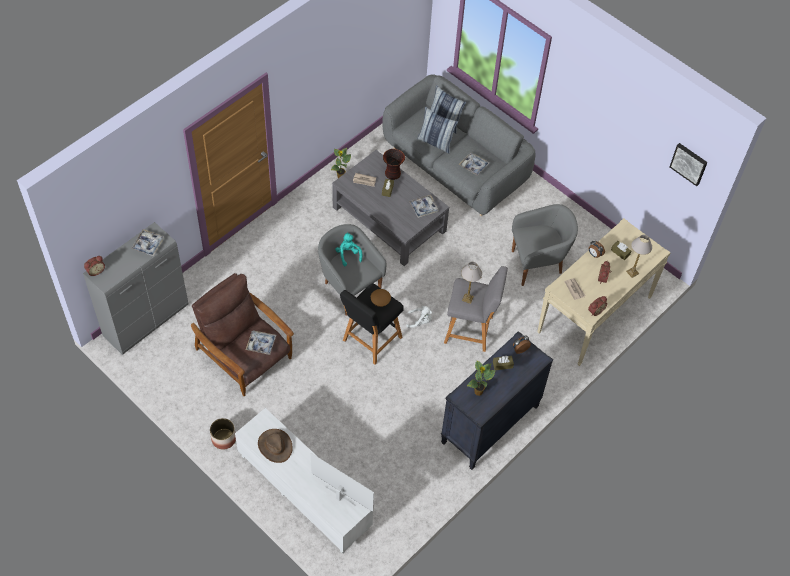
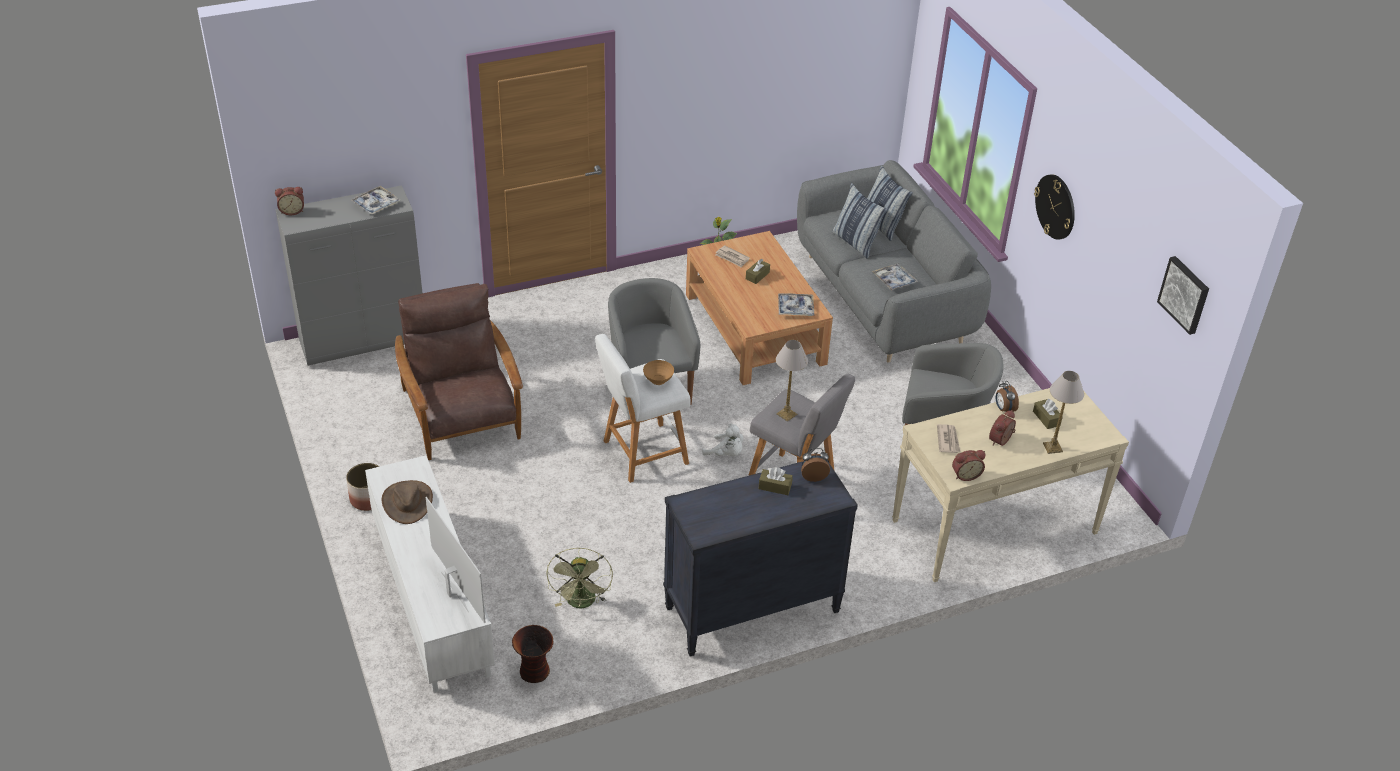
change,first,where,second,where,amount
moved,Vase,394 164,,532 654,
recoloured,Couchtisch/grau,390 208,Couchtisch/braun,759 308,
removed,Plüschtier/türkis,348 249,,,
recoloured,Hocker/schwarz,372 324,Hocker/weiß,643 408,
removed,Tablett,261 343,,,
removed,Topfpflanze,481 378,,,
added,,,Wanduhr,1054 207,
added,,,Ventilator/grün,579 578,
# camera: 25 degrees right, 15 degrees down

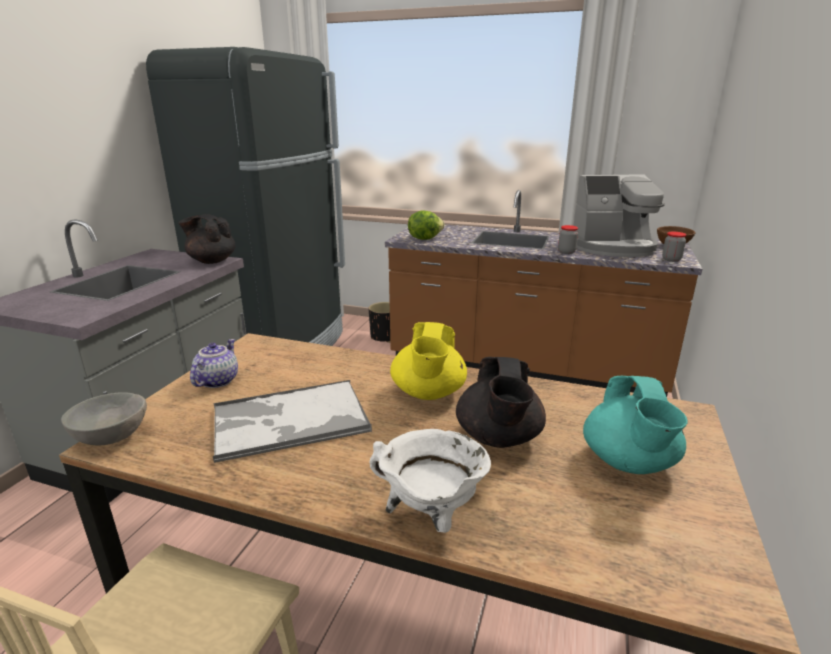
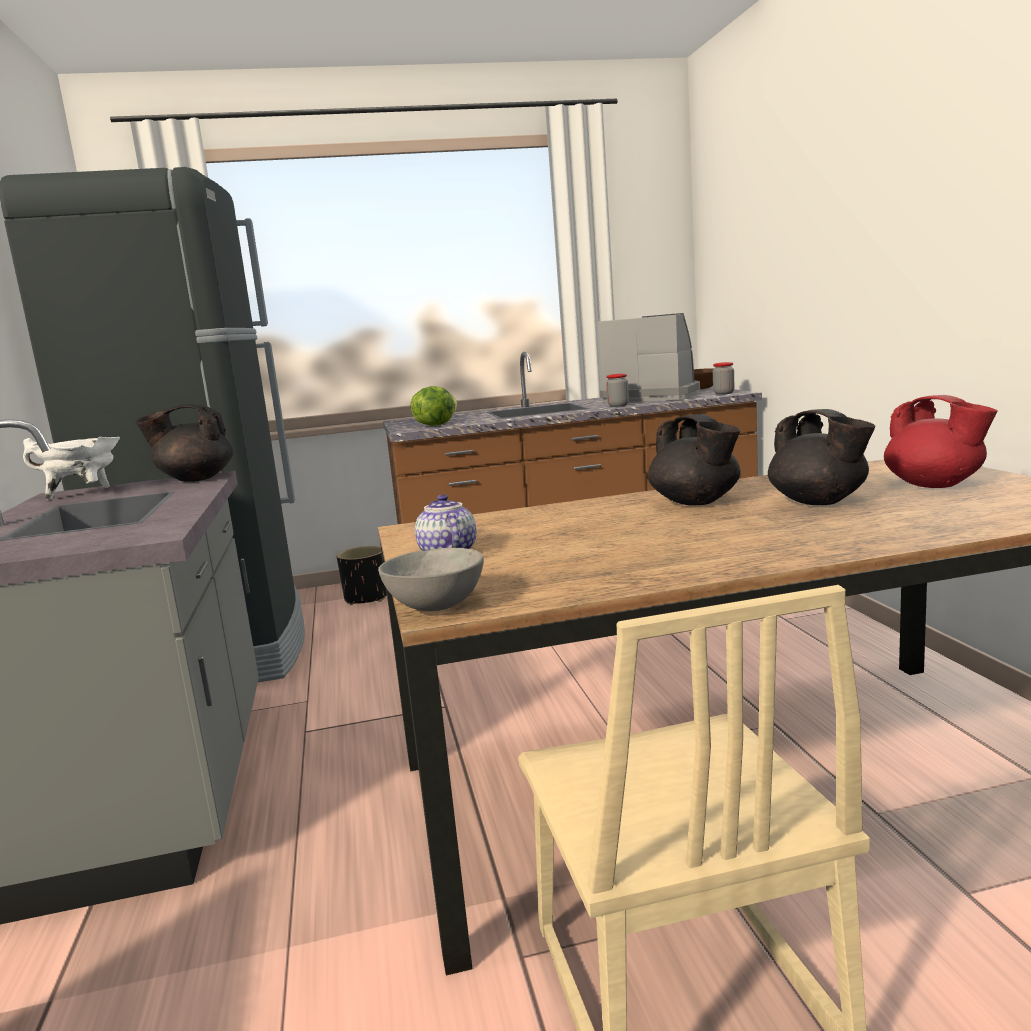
change,first,where,second,where,amount
turned,Kaffeemaschine,619 216,,649 358,120 degrees counterclockwise
recoloured,Teekanne/gelb,428 361,Teekanne/schwarz,694 459,
recoloured,Teekanne/türkis,635 425,Teekanne/rot,941 441,
removed,Tablett,292 421,,,
moved,Kochtopf/weiß,430 481,,71 468,
# camera: 30 degrees left, 10 degrees down

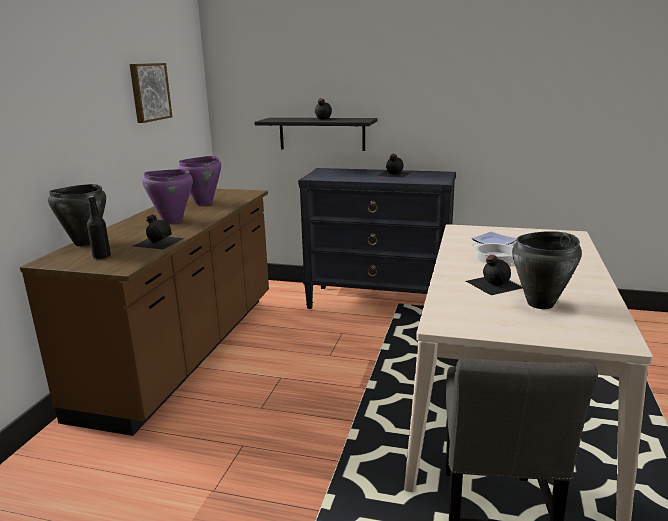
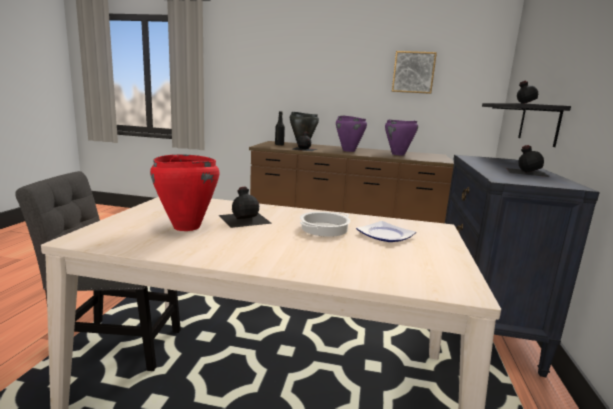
change,first,where,second,where,amount
recoloured,Kochtopf/schwarz,547 270,Kochtopf/rot,184 192,
# camera: 85 degrees right, 5 degrees down

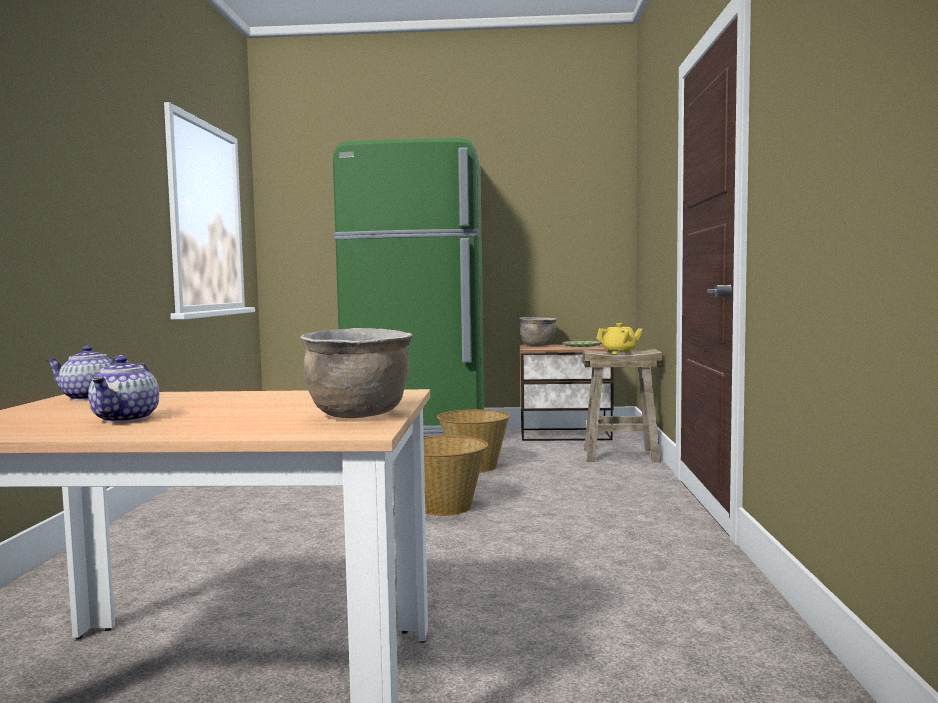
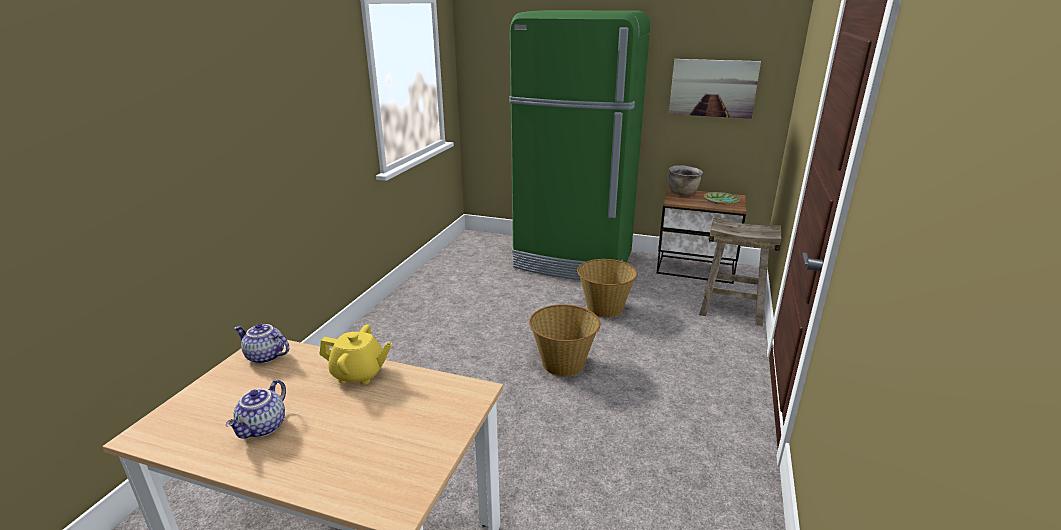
change,first,where,second,where,amount
moved,Teekanne/gelb,619 338,,355 354,
removed,Kochtopf/braun,356 373,,,
added,,,Bild,715 89,
# camera: 15 degrees right, 20 degrees up

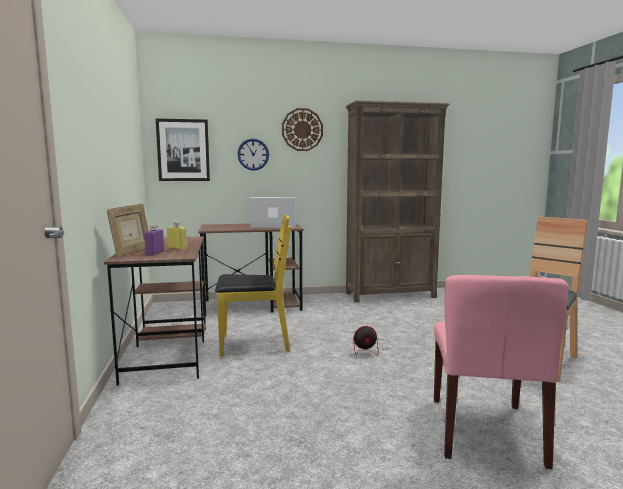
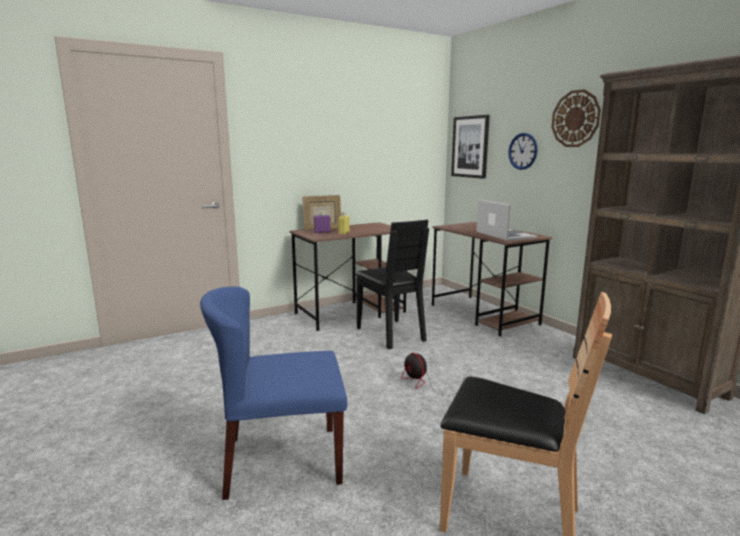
change,first,where,second,where,amount
recoloured,Stuhl/gelb,253 285,Stuhl/schwarz,392 284,
recoloured,Stuhl/rosa,501 372,Stuhl/blau,273 393,
# camera: 70 degrees right, 5 degrees up

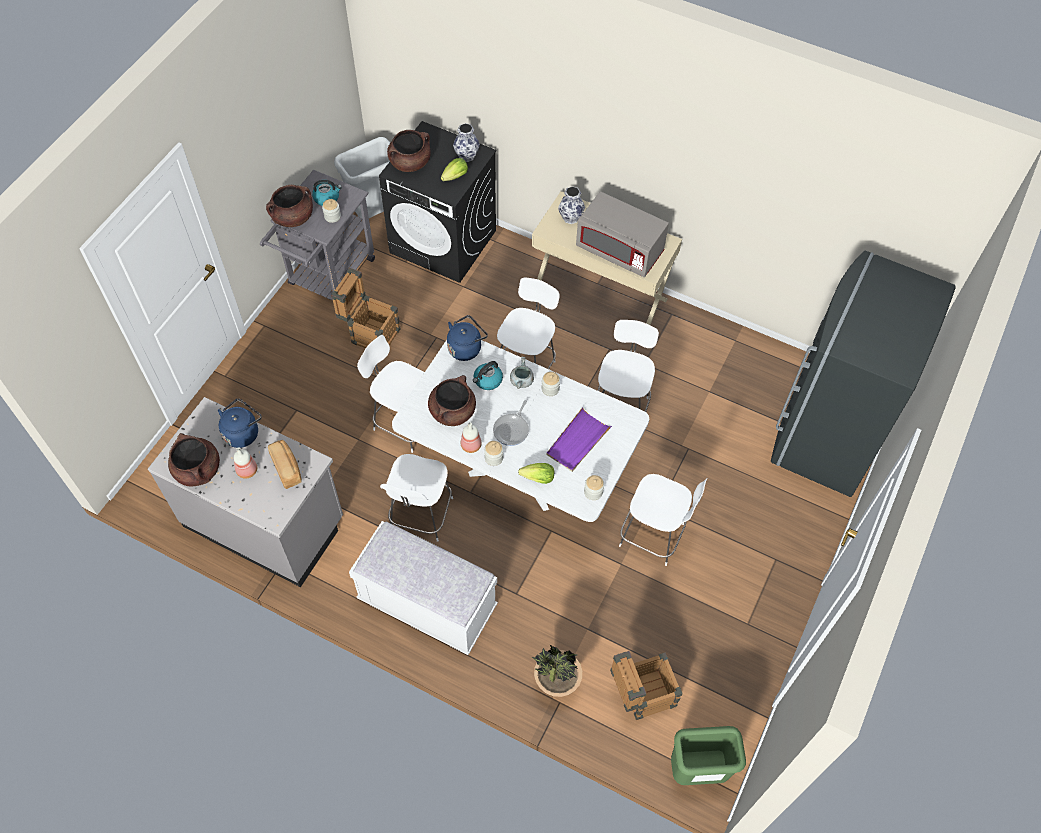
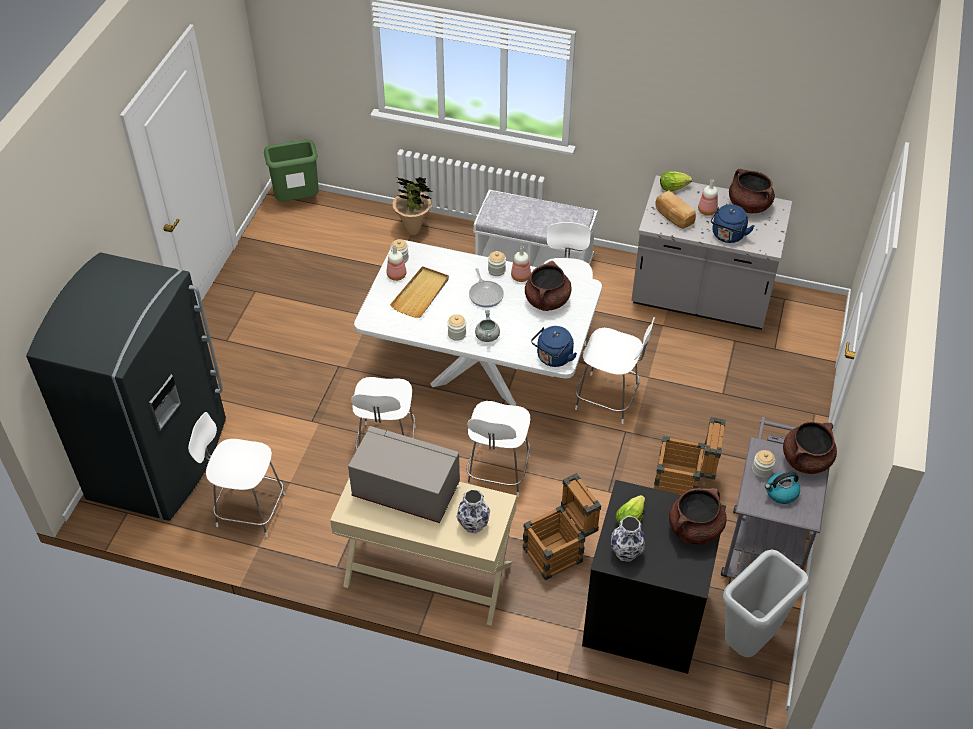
change,first,where,second,where,amount
removed,Wasserkessel,488 375,,,
turned,Pfanne,511 423,,486 288,150 degrees clockwise
recoloured,Tablett/lila,579 439,Tablett/beige,419 292,
moved,Salatkopf,536 473,,676 181,
moved,Stuhl/weiß,663 520,,236 474,
moved,Kiste,646 685,,562 527,
added,,,Flasche,396 263,
# camera: 170 degrees right, 10 degrees down

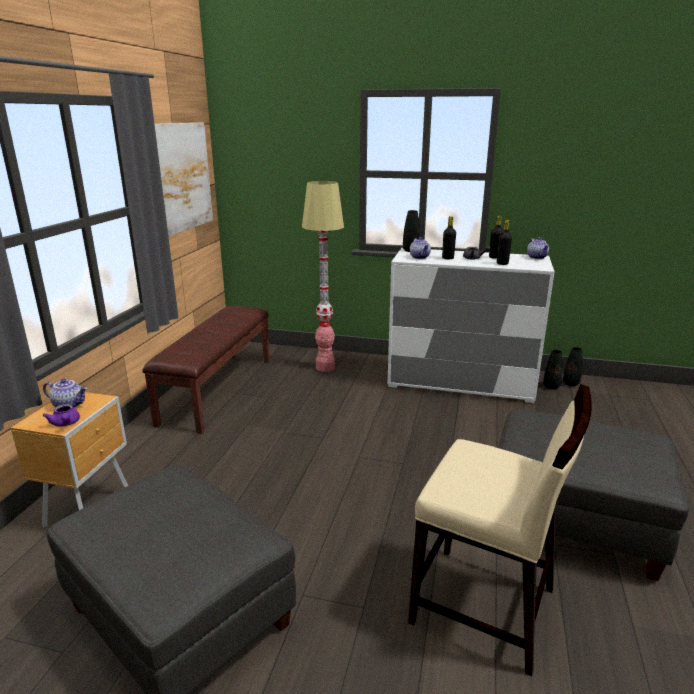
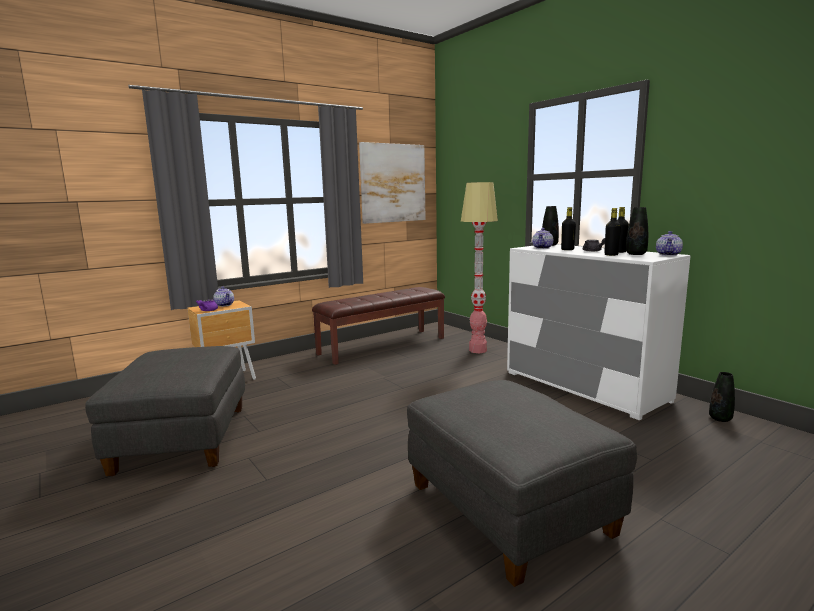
change,first,where,second,where,amount
moved,Vase/schwarz,553 369,,637 231,
removed,Stuhl/beige,500 530,,,
# camera: 40 degrees right, 10 degrees down

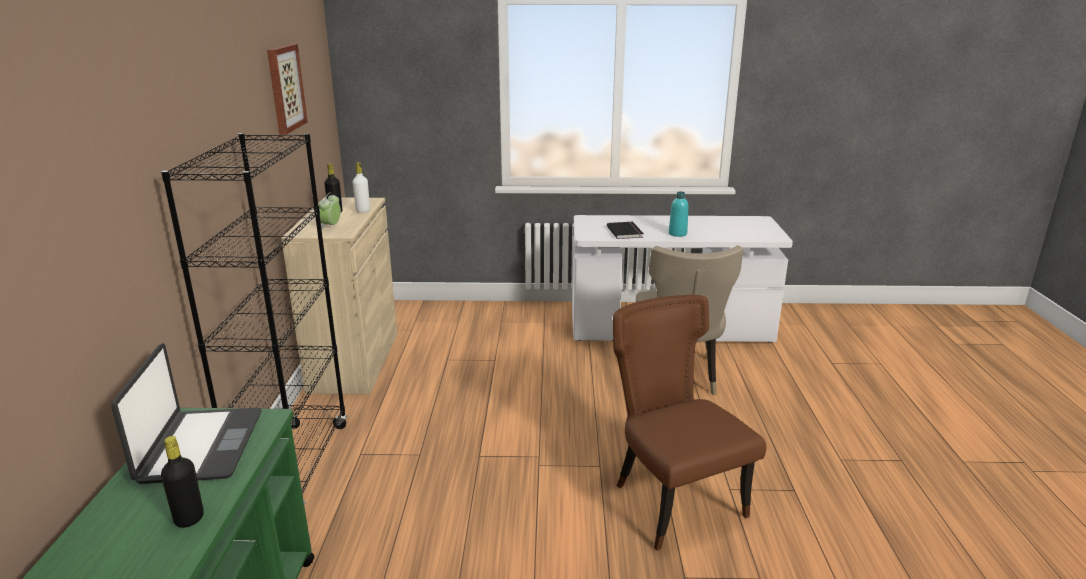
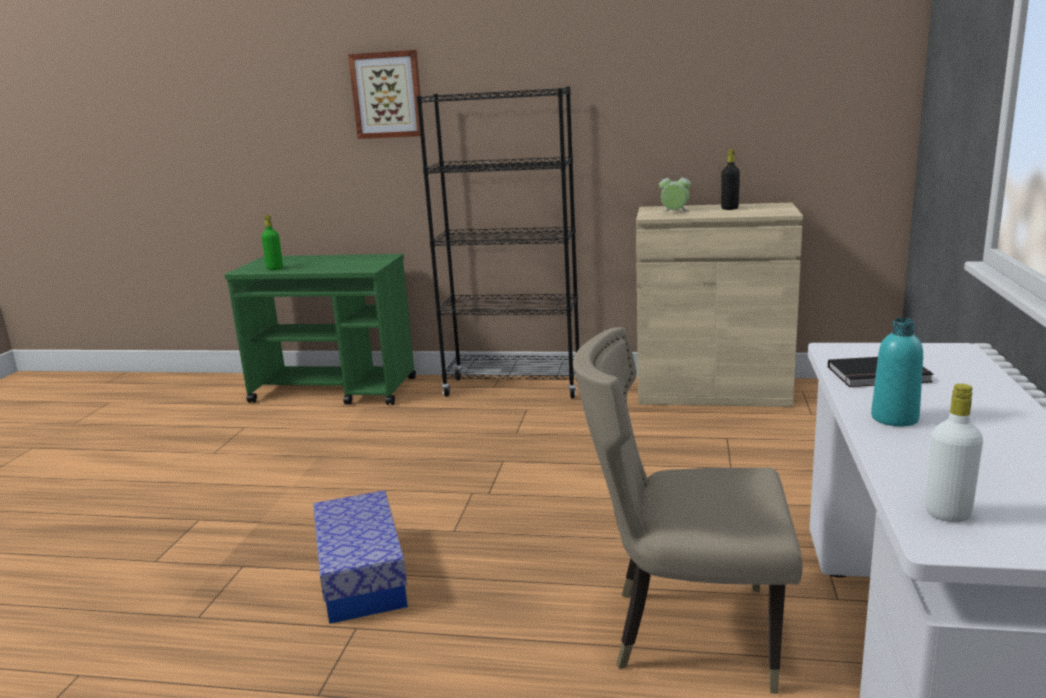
change,first,where,second,where,amount
moved,Bild,287 89,,384 94,
moved,Flasche/weiß,361 187,,954 453,
replaced,Stuhl/braun,689 423,Aufbewahrungsbox,360 557,
removed,Laptop,186 413,,,
recoloured,Flasche/schwarz,182 482,Flasche/grün,272 242,
# camera: 100 degrees right, 5 degrees down

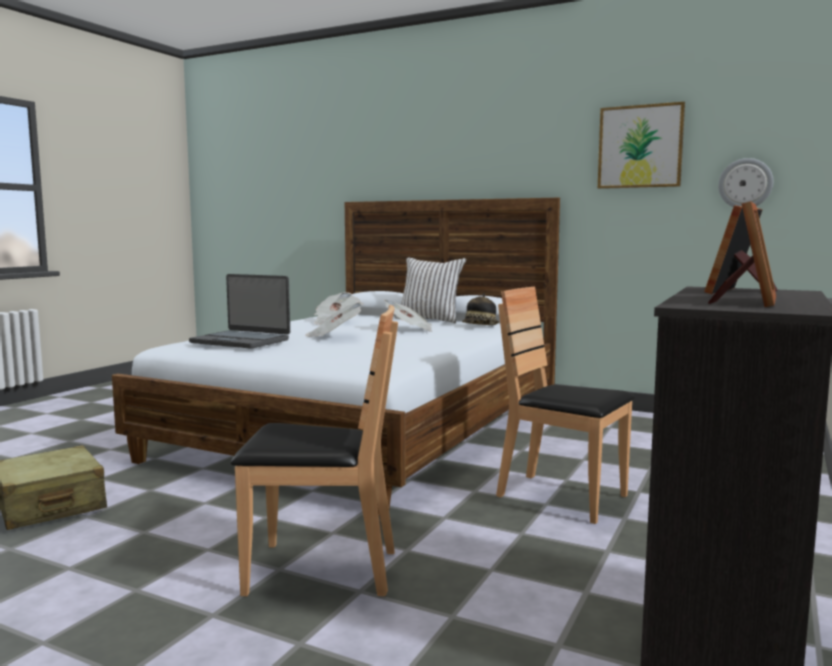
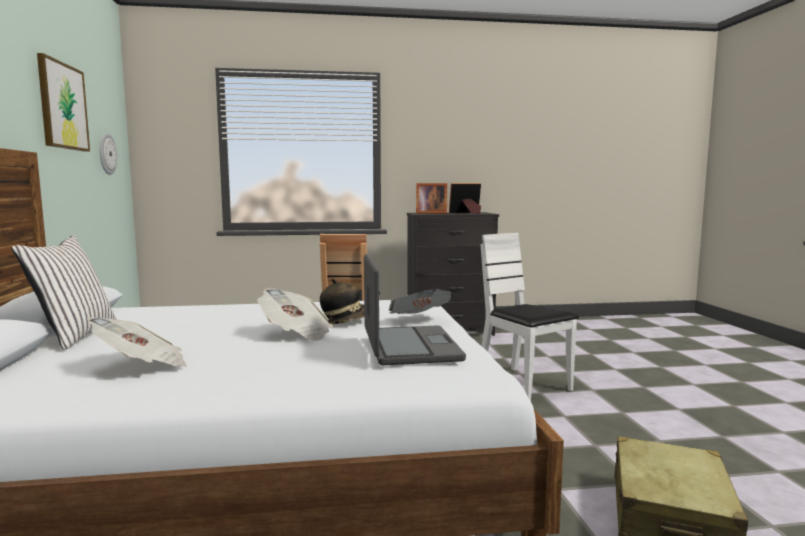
change,first,where,second,where,amount
moved,Hut,480 309,,342 301,
moved,Zeitung,408 315,,420 301,
recoloured,Stuhl/braun,314 450,Stuhl/weiß,529 317,
# camera: 125 degrees left, 0 degrees up

